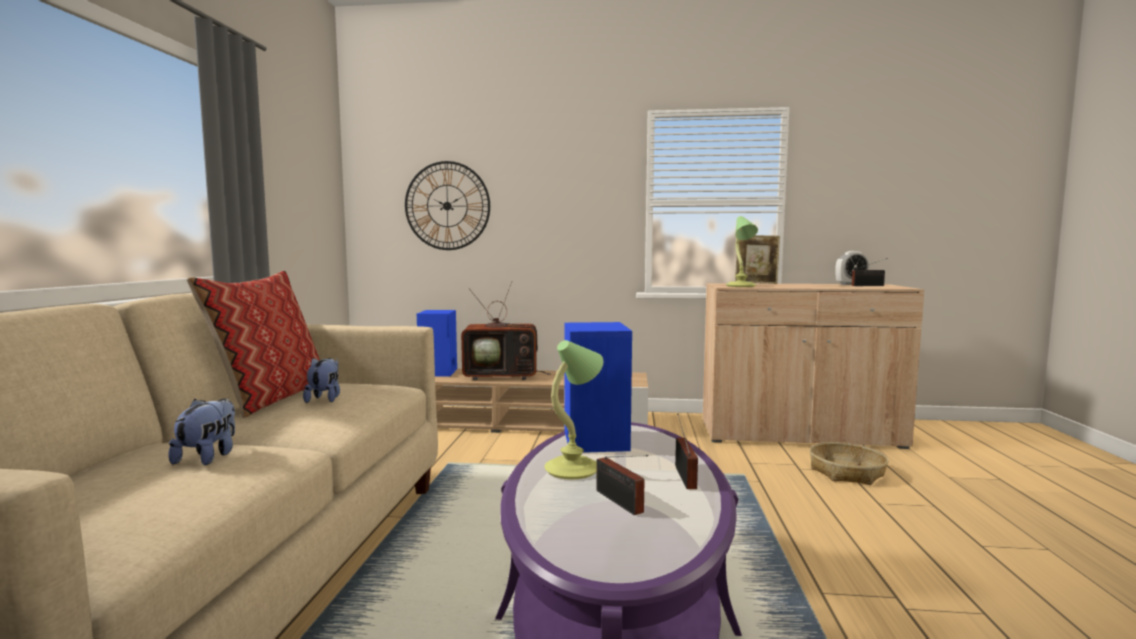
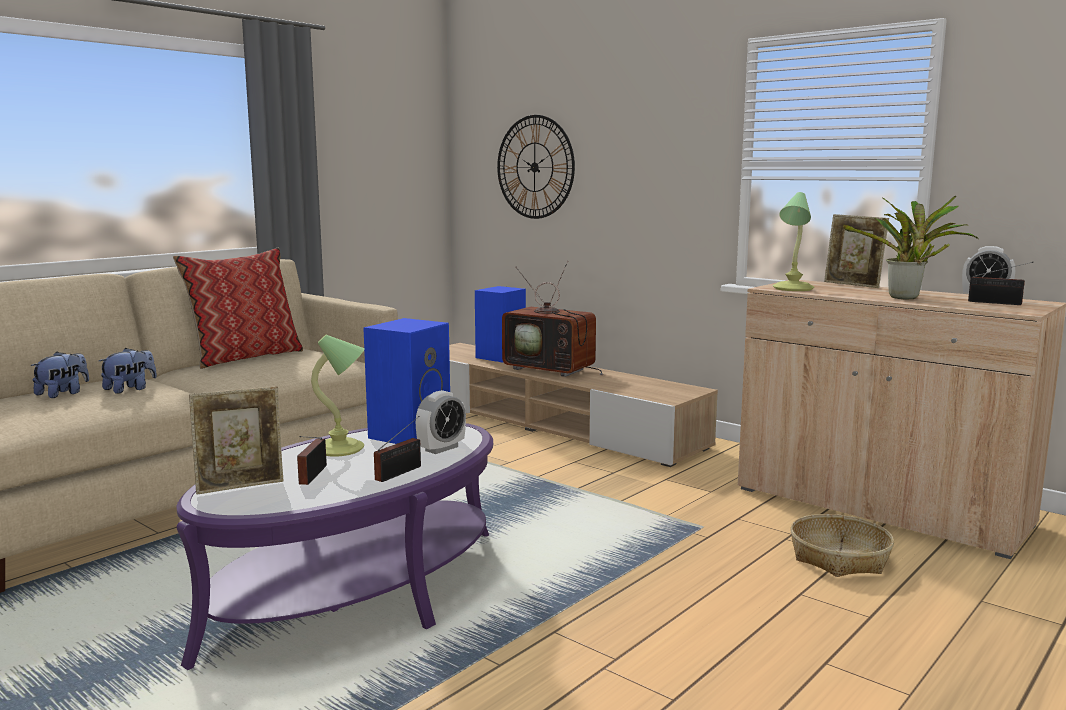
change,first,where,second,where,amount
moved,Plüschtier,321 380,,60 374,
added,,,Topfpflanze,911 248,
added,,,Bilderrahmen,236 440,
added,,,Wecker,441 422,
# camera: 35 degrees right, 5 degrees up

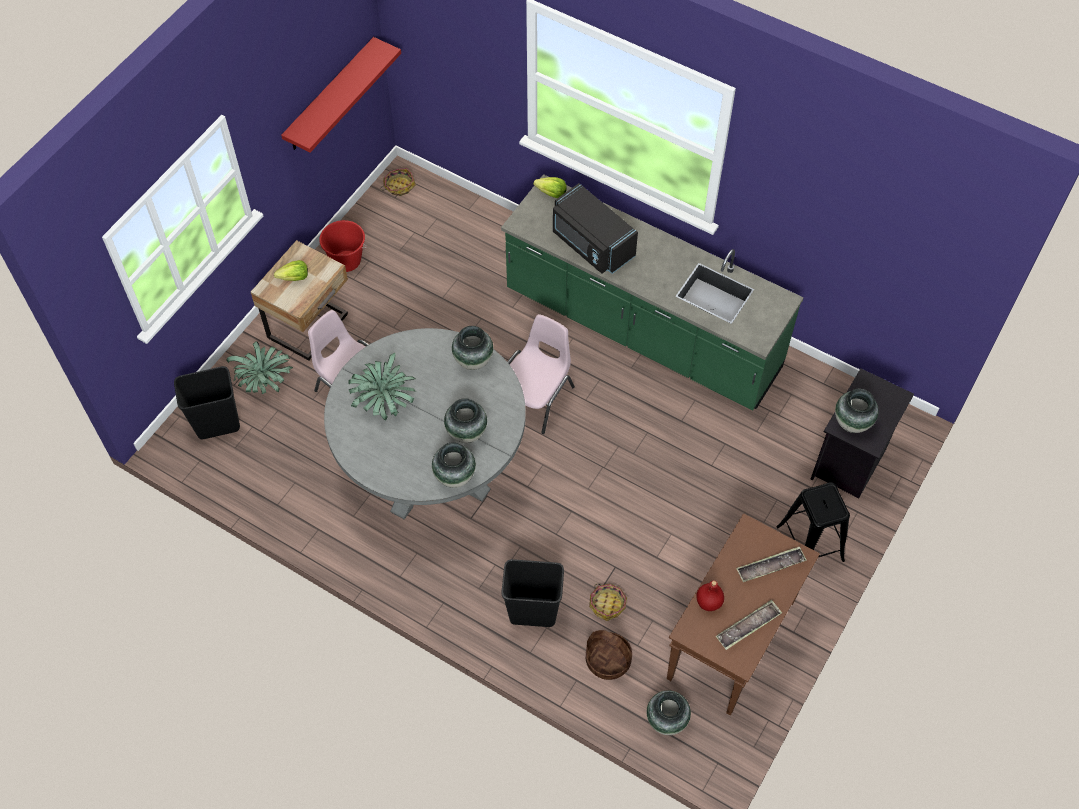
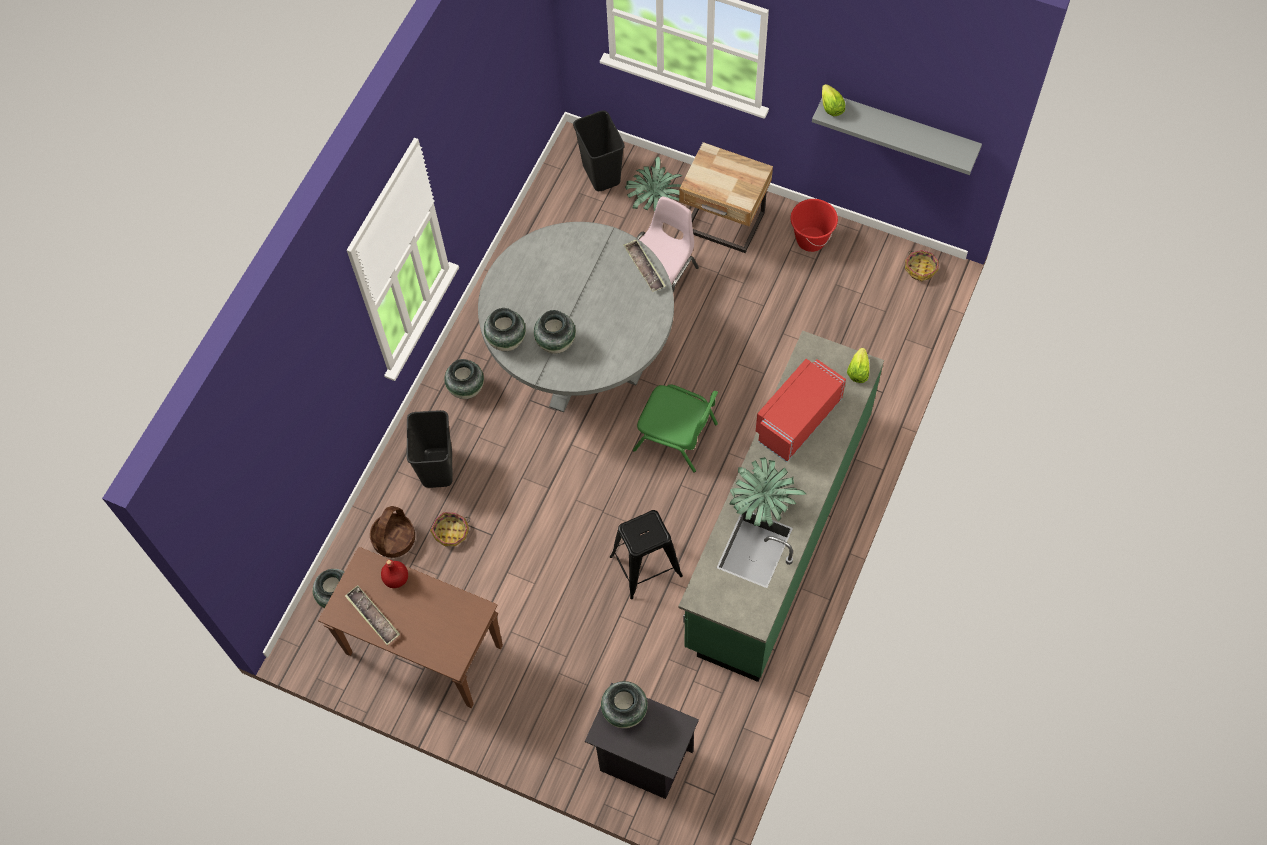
change,first,where,second,where,amount
recoloured,Wandregal/rot,341 95,Wandregal/grau,897 136,
recoloured,Mikrowelle/schwarz,595 228,Mikrowelle/rot,801 410,
moved,Salatkopf,291 270,,833 100,
recoloured,Stuhl/rosa,541 374,Stuhl/grün,675 428,
moved,Vase,472 348,,464 379,
moved,Topfpflanze,382 387,,767 492,
moved,Hocker/schwarz,813 522,,646 554,
moved,Tablett,771 564,,644 265,
# camera: 85 degrees right, 5 degrees up

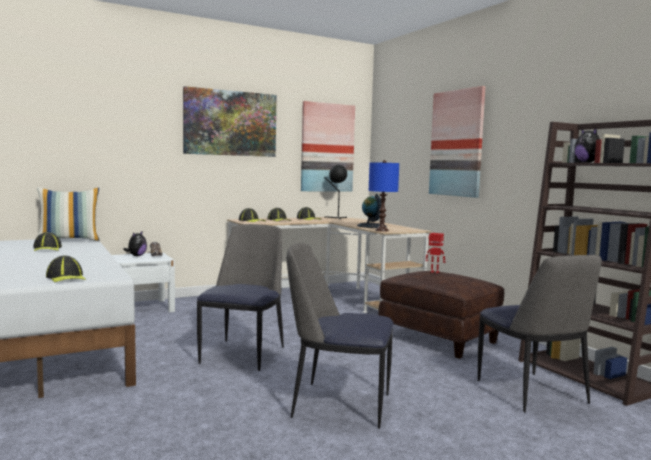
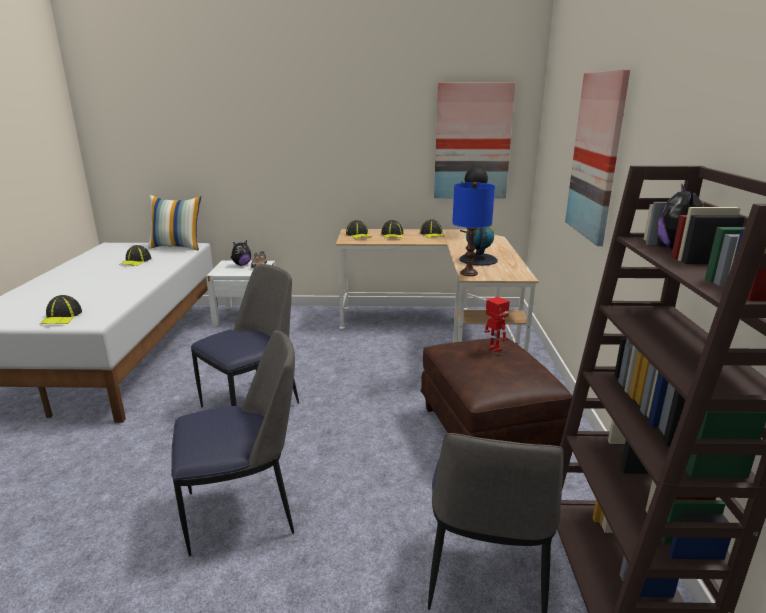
change,first,where,second,where,amount
removed,Bild,230 121,,,
turned,Stuhl,340 336,,233 443,120 degrees clockwise
# camera: 30 degrees right, 15 degrees up

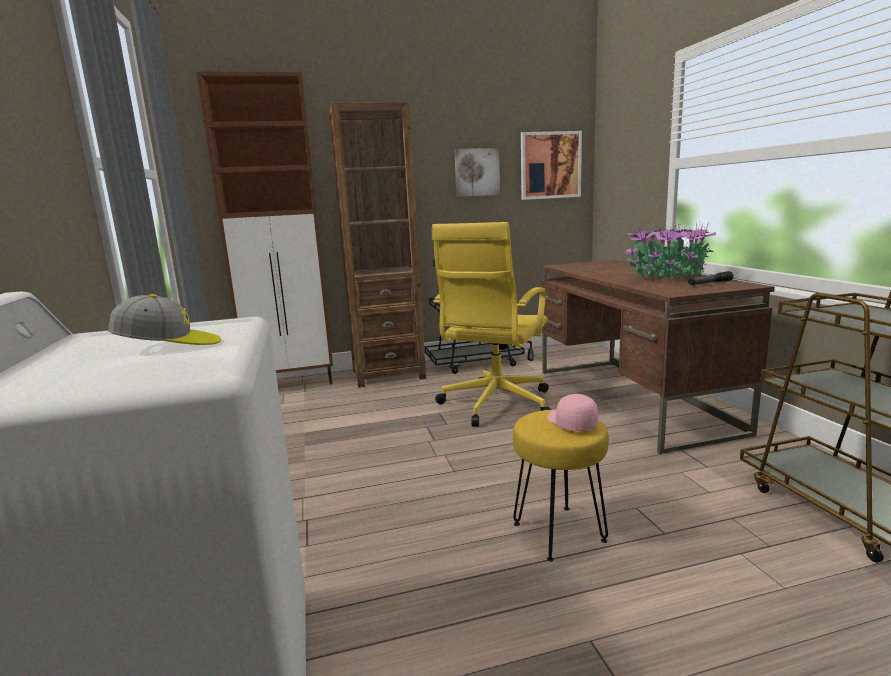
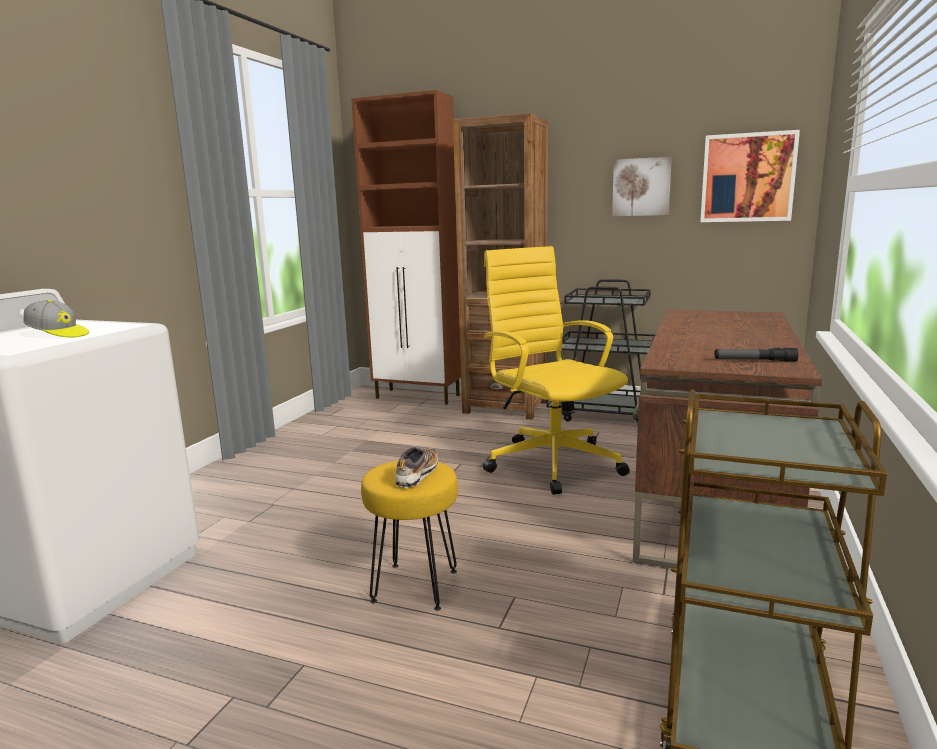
change,first,where,second,where,amount
turned,Bürostuhl/gelb,492 324,,556 370,90 degrees clockwise
removed,Topfpflanze,671 251,,,
replaced,Kappe/rosa,572 412,Schuh,416 467,
# camera: 35 degrees right, 0 degrees up

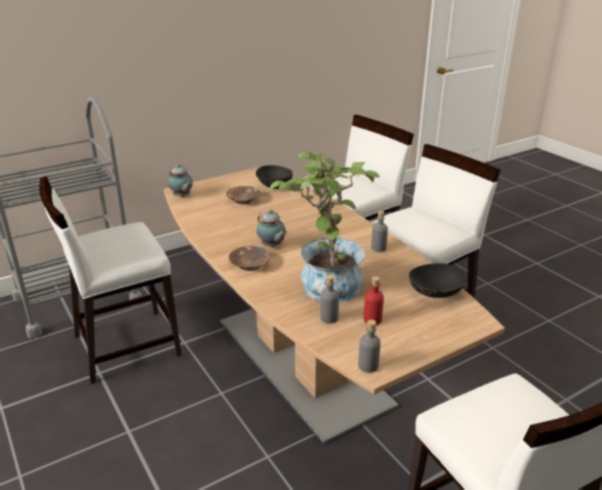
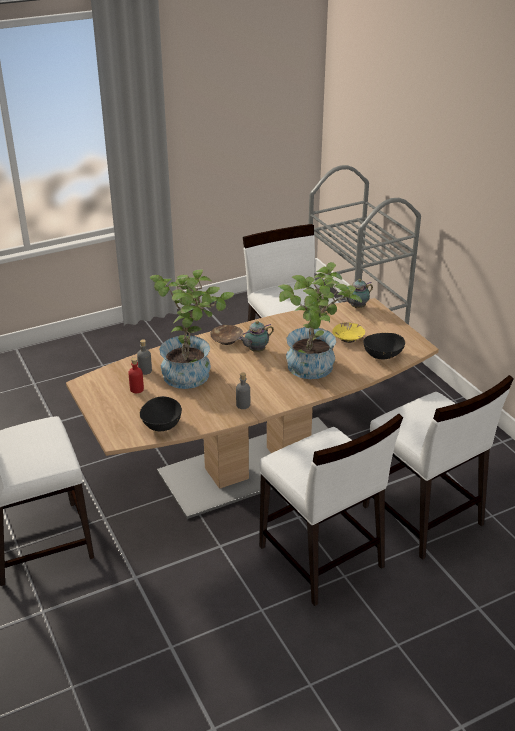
change,first,where,second,where,amount
recoloured,Schüssel/braun,243 195,Schüssel/gelb,348 332,
removed,Flasche/grau,369 346,,,
added,,,Topfpflanze,320 320,
# camera: 95 degrees right, 5 degrees up

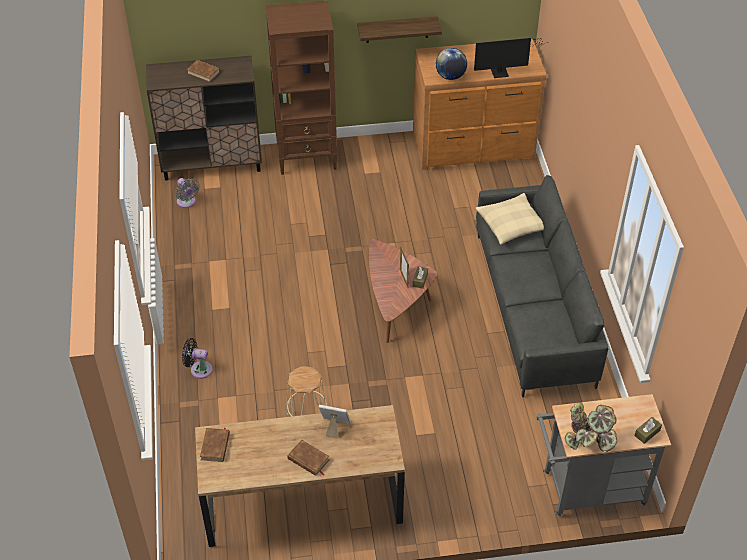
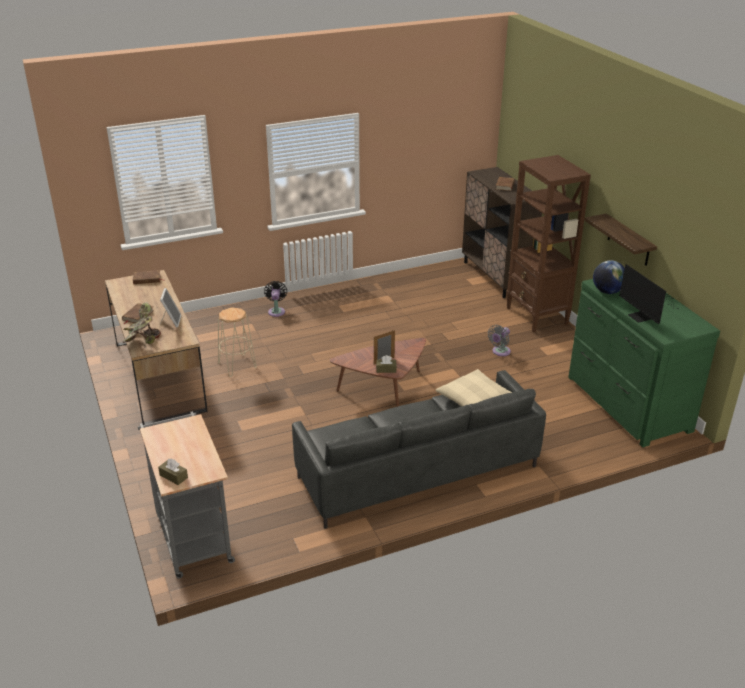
change,first,where,second,where,amount
recoloured,Kommode/braun,480 104,Kommode/grün,644 363,
moved,Ventilator/grau,187 193,,499 340,
moved,Topfpflanze,591 427,,142 323,
# camera: 75 degrees right, 15 degrees down

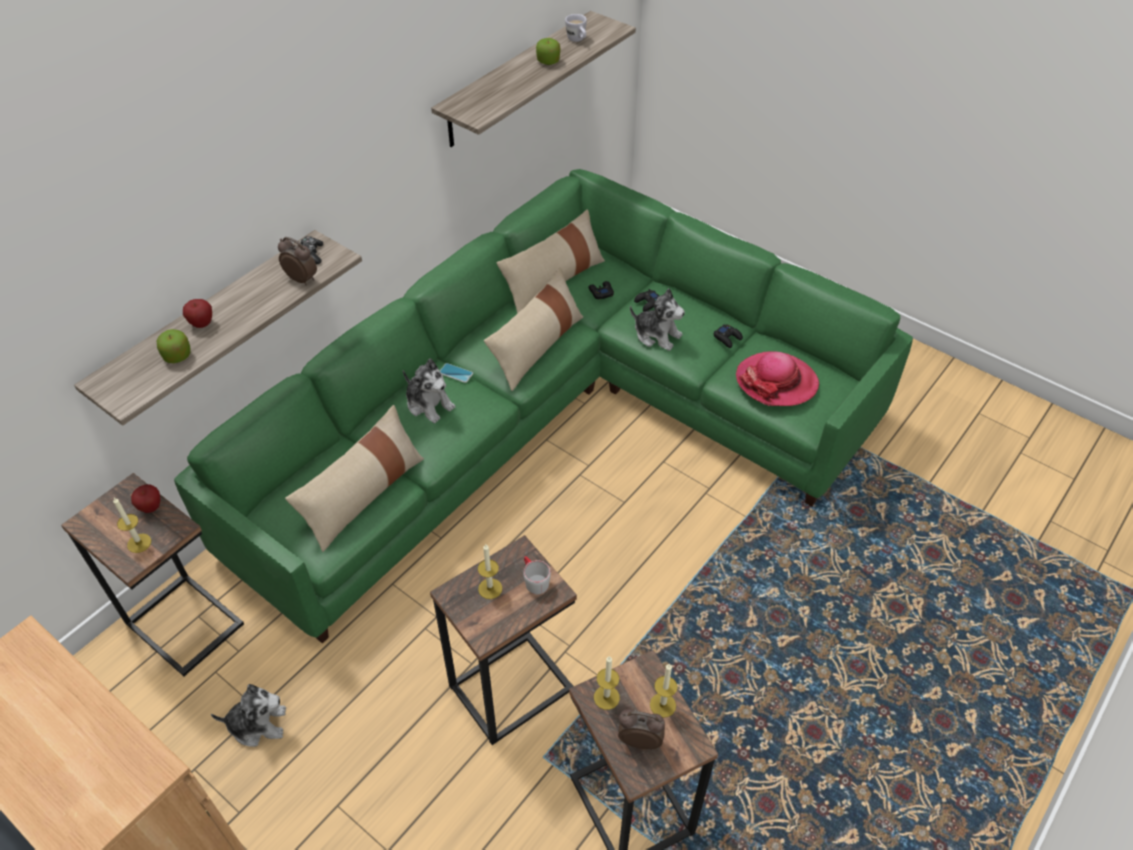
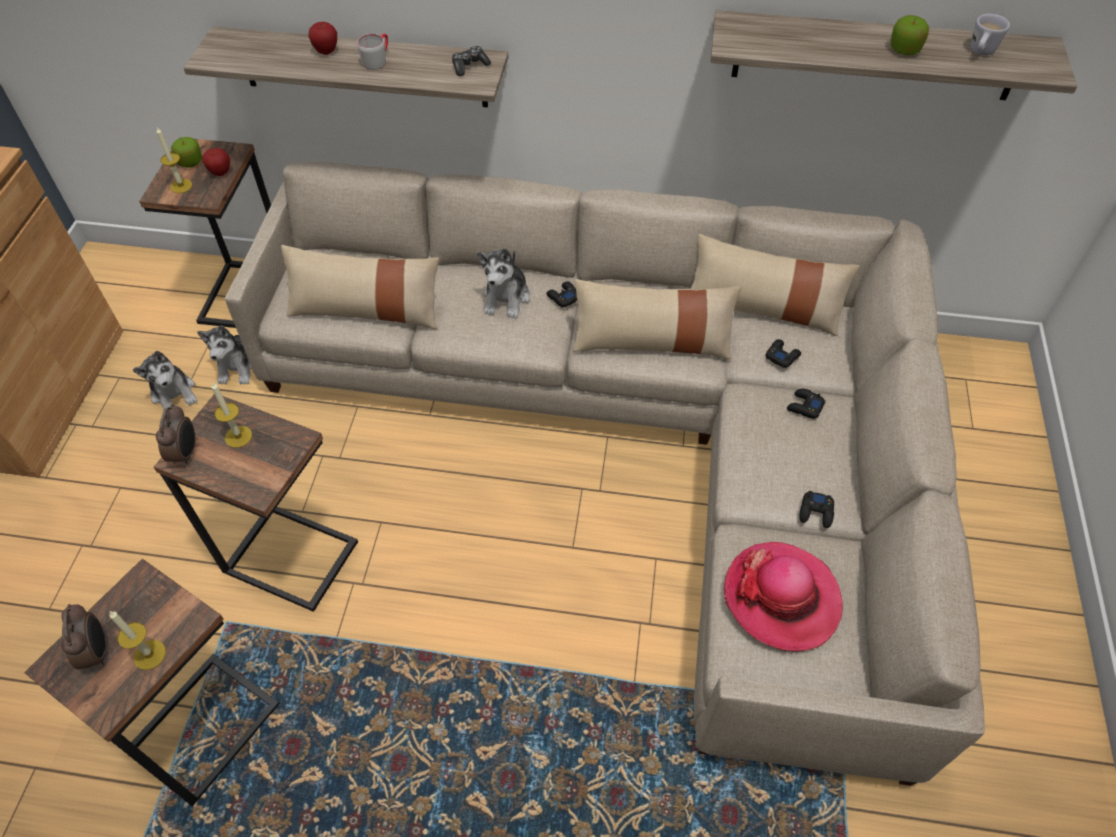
change,first,where,second,where,amount
recoloured,Sofa/grün,543 406,Sofa/beige,605 474,
moved,Wecker,297 261,,175 435,
moved,Plüschtier,657 319,,224 355,
moved,Apfel,174 346,,186 152,
replaced,Handy,456 373,Gamepad/schwarz,561 294,
moved,Henkelbecher/grau,537 575,,372 52,
removed,Kerze,607 683,,,
# camera: 60 degrees right, 5 degrees up

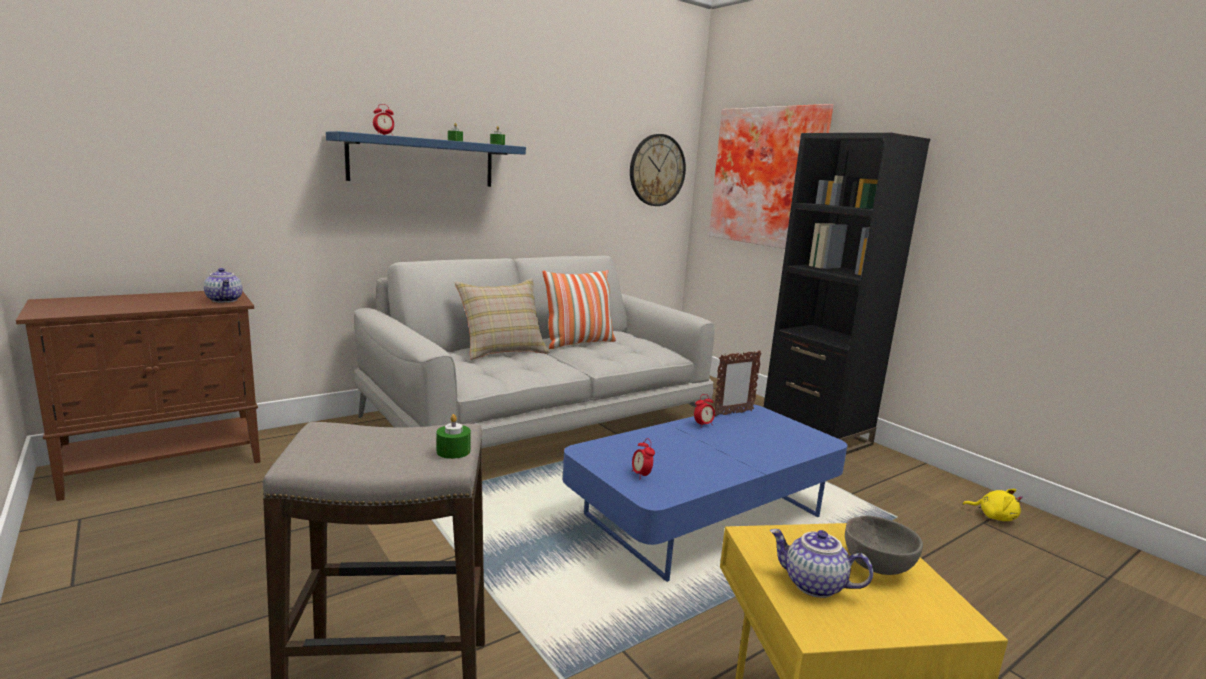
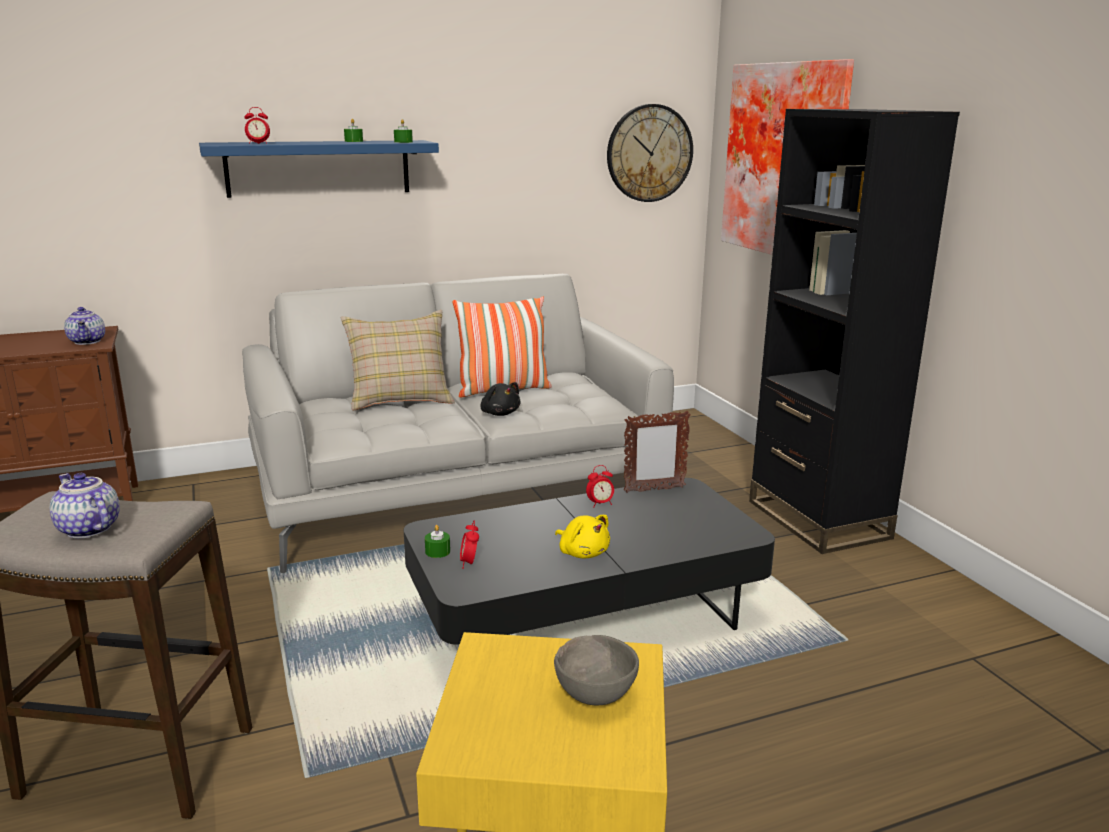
change,first,where,second,where,amount
recoloured,Couchtisch/blau,705 493,Couchtisch/schwarz,589 561,
moved,Kerze/grün,454 436,,437 541,
moved,Plüschtier/gelb,992 505,,582 536,
moved,Teekanne,821 563,,85 505,
added,,,Plüschtier/schwarz,501 399,
# camera: 15 degrees right, 5 degrees up

